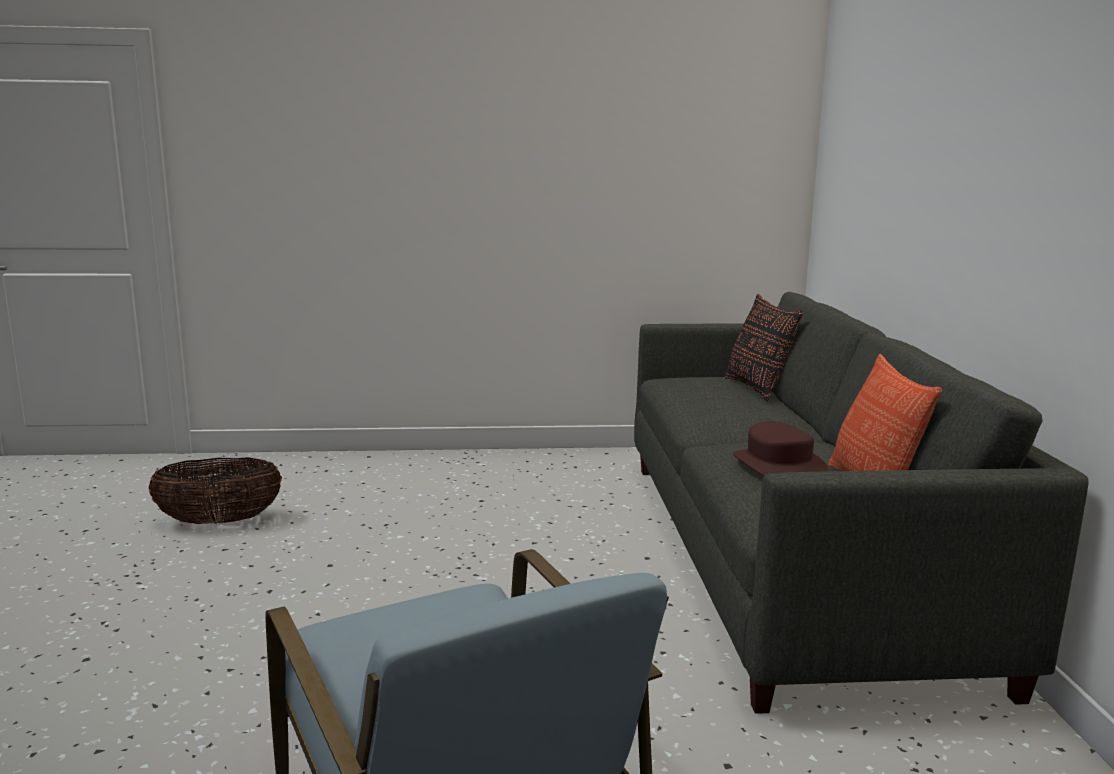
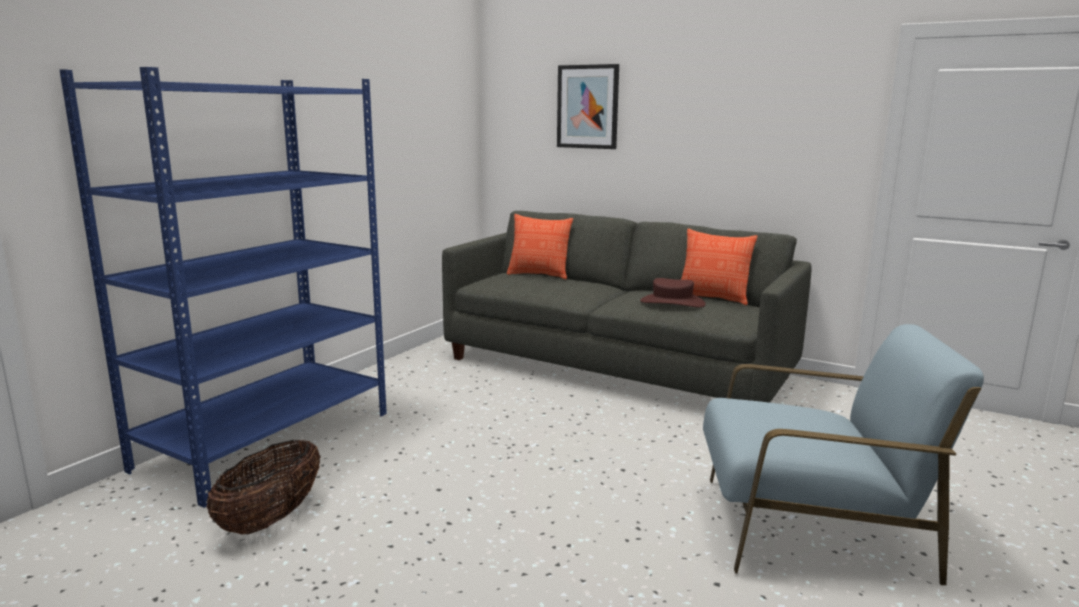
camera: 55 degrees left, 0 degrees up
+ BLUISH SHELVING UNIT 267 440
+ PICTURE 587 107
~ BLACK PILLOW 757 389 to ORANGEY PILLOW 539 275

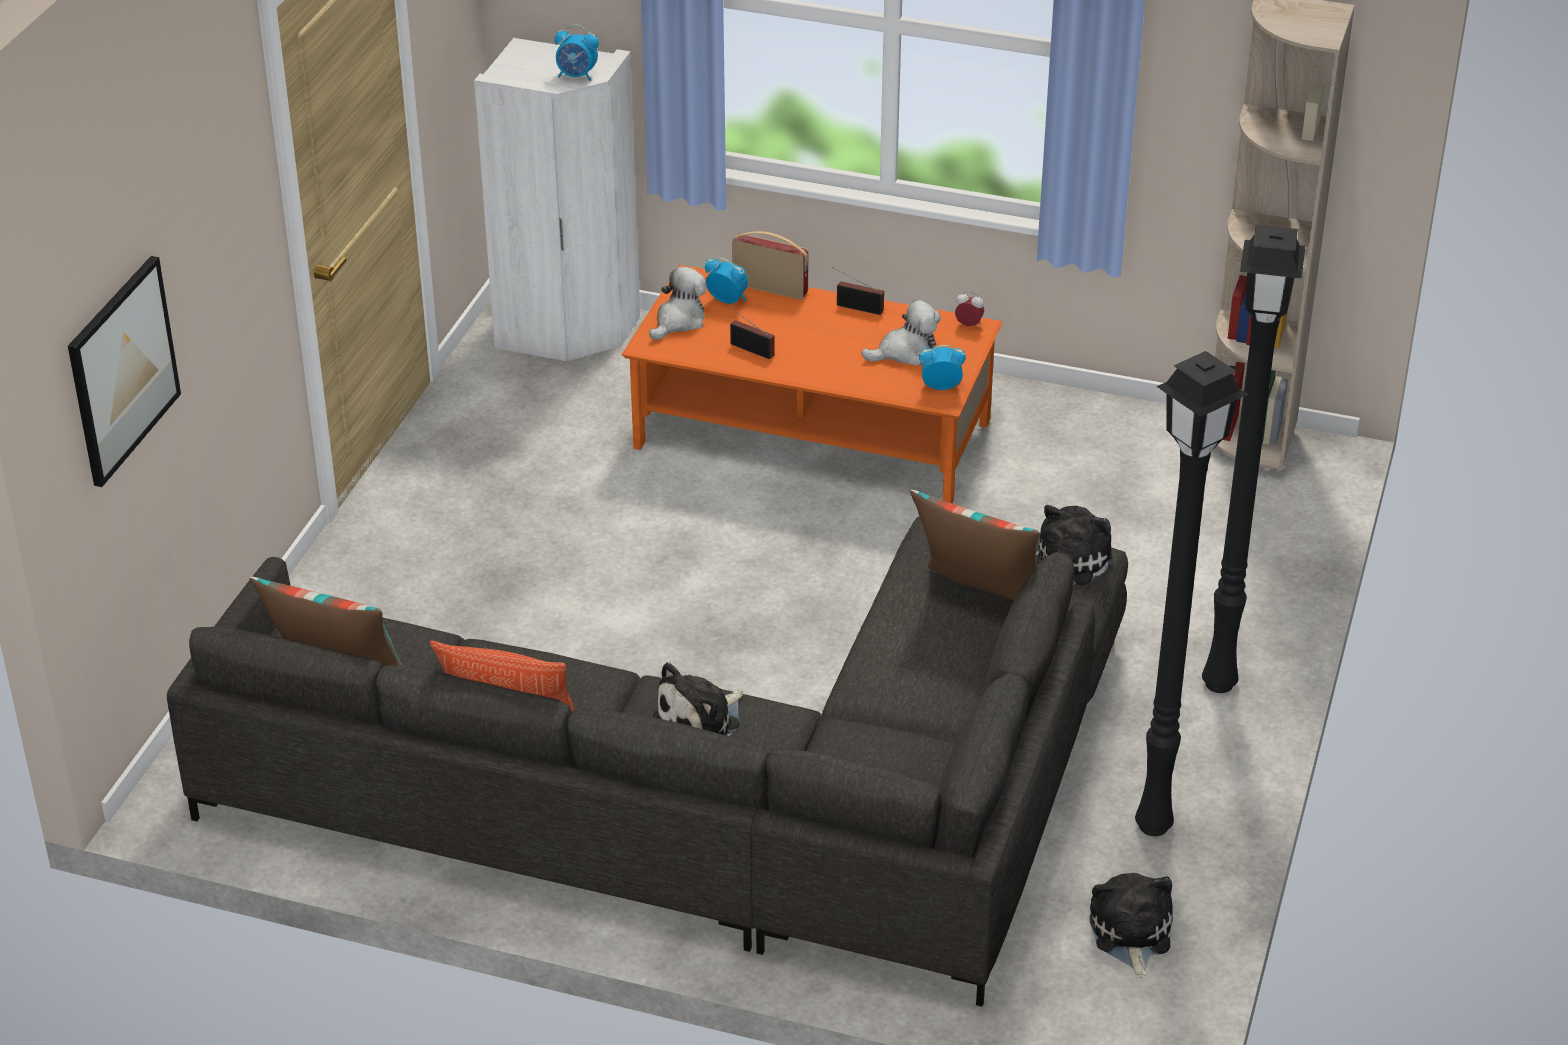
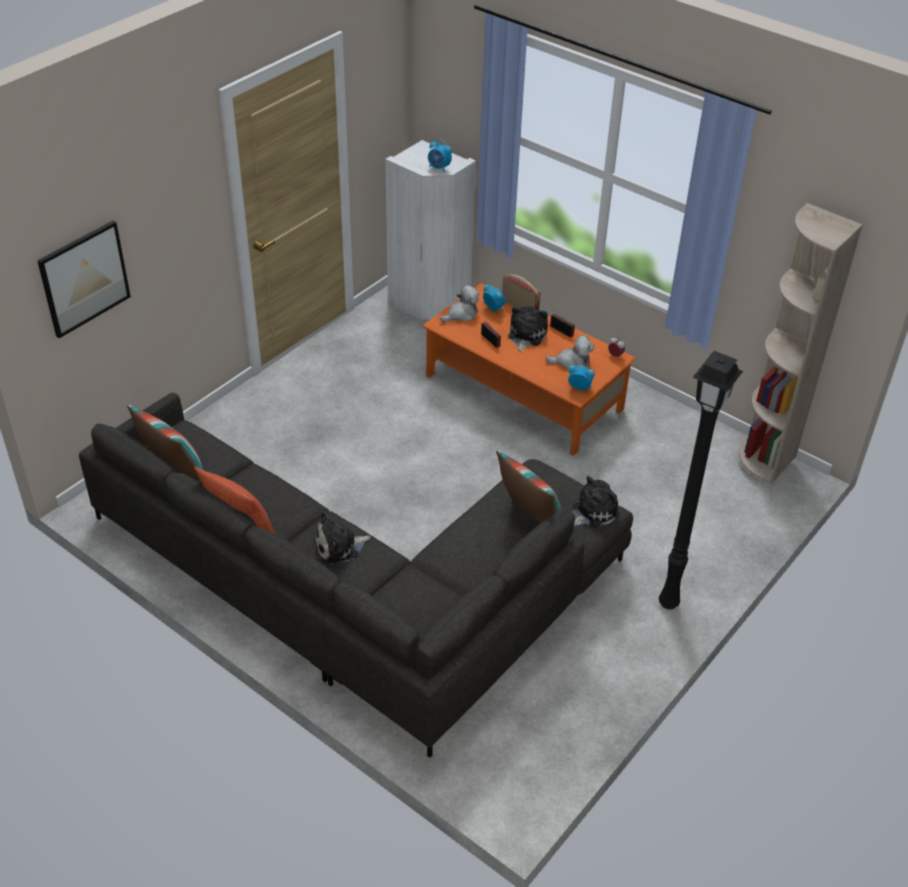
camera: 20 degrees right, 5 degrees up
- BLACK STANDARD LAMP 1153 823
~ CUDDLY TOY 1130 934 to 526 335

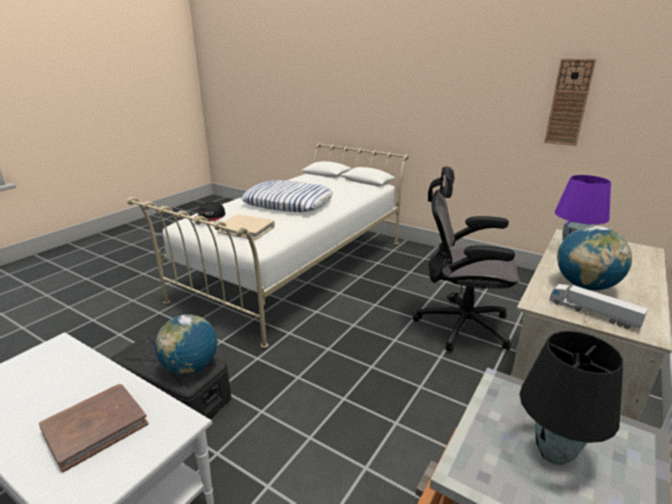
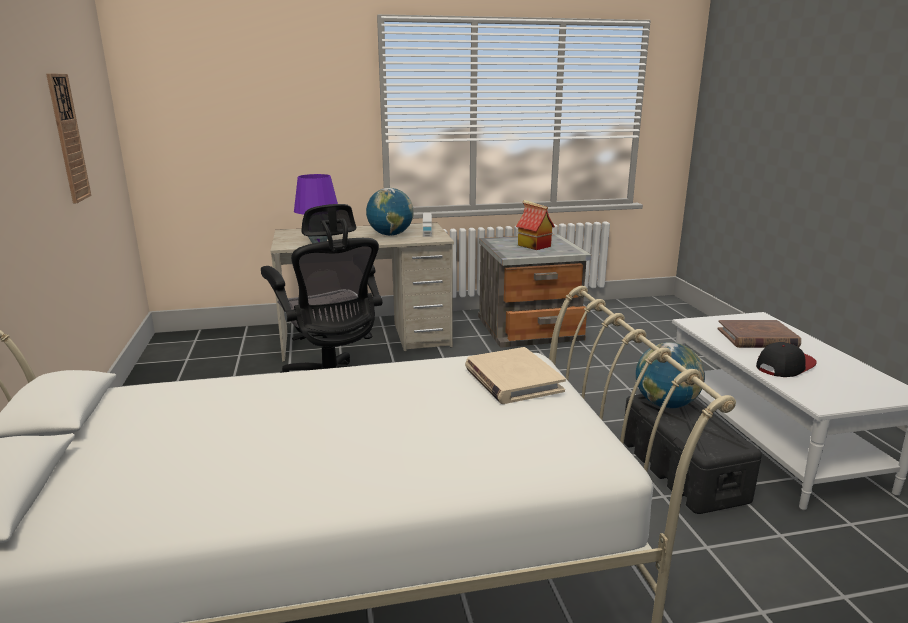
camera: 135 degrees left, 5 degrees down
- PILLOW 288 203
~ CAP 209 218 to 784 366
~ BLACK LAMP FOR A TABLE 552 452 to MODEL HOUSE 533 246

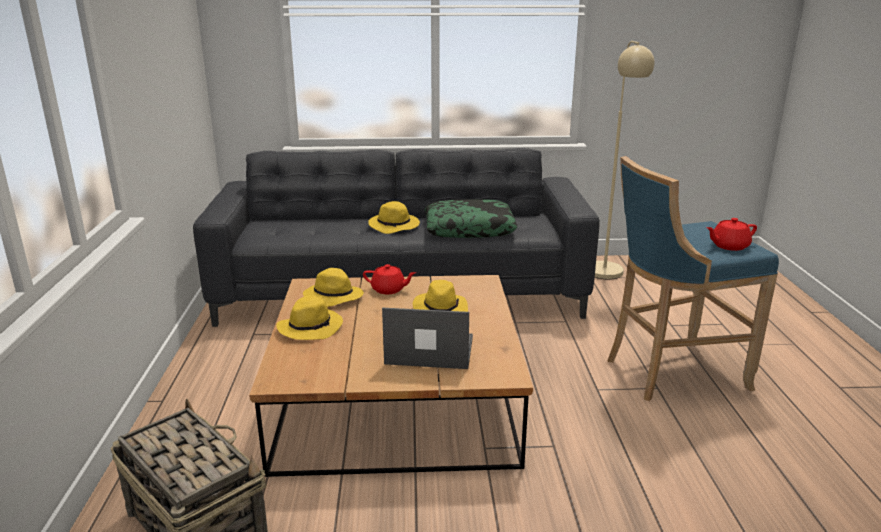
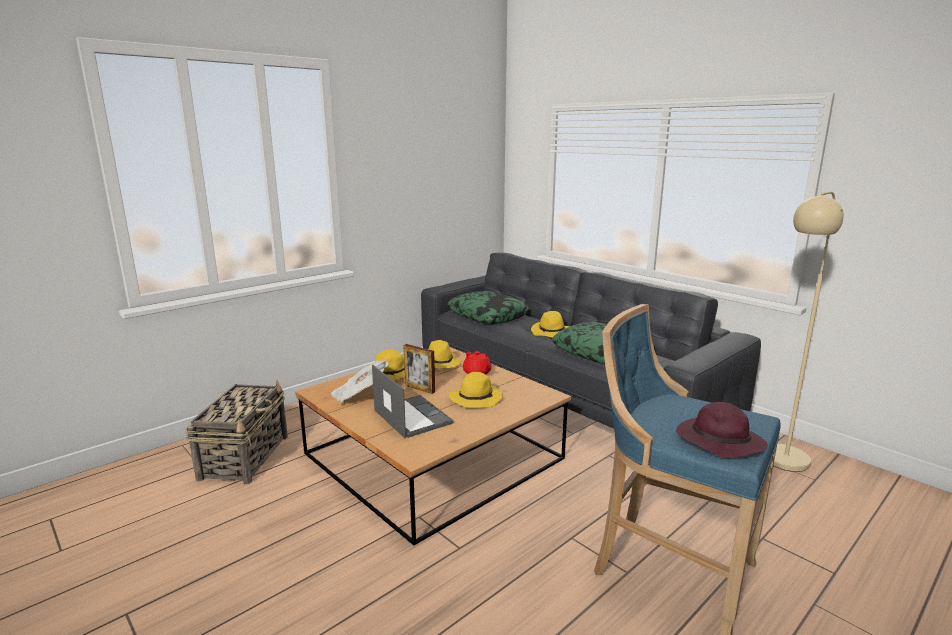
camera: 50 degrees right, 5 degrees down
+ NEWSPAPER 359 395
+ PHOTO FRAME 420 389
+ PILLOW 487 315
~ RED TEAPOT 728 246 to PURPLE-COLOURED WEARABLE HAT 717 442

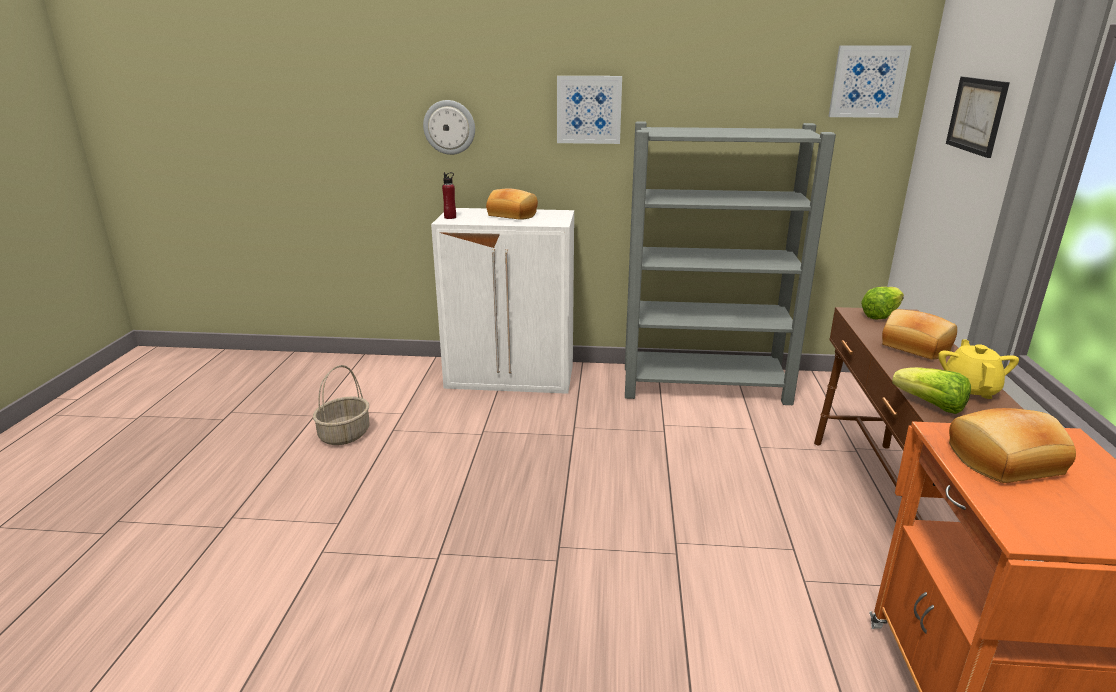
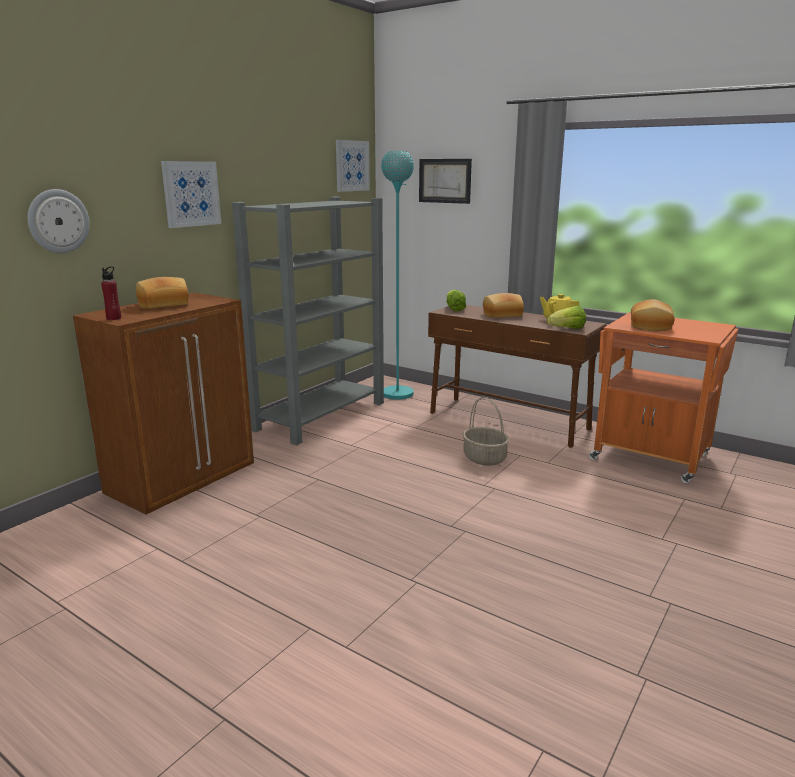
camera: 60 degrees left, 5 degrees down
+ TURQUOISE STANDARD LAMP 397 394
~ HOUSEHOLD BASKET 344 435 to 485 458
~ WHITISH CUPBOARD 511 376 to BROWN CUPBOARD 182 477

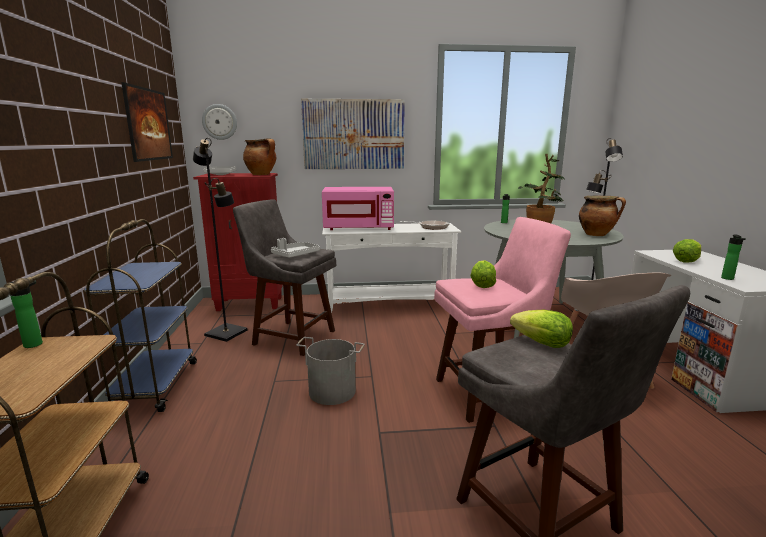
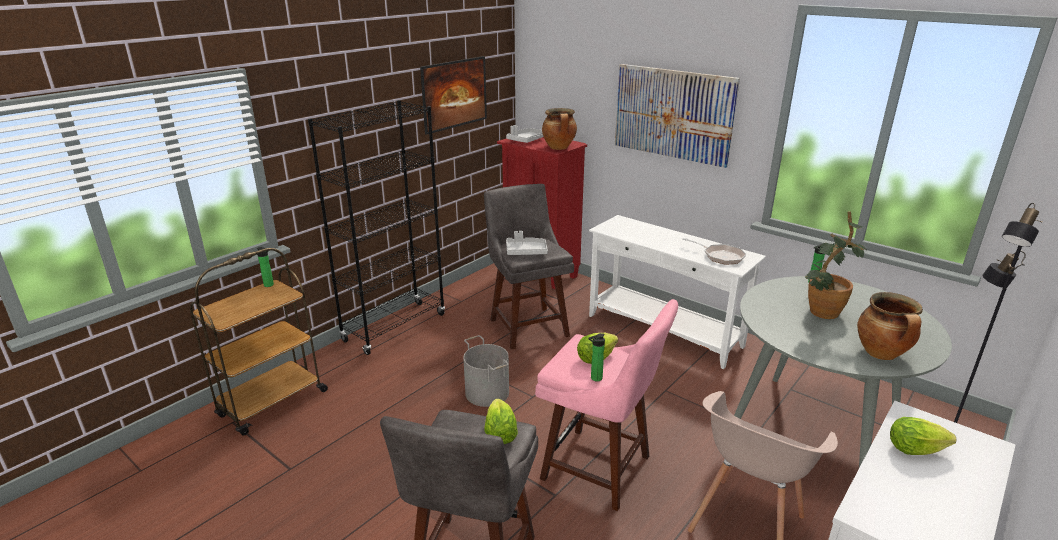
camera: 45 degrees right, 10 degrees up
- BLACK STANDARD LAMP 226 333
- HANGING CLOCK 219 122
- PINKISH MICROWAVE OVEN 359 228
~ BEVERAGE BOTTLE 728 279 to 595 378
~ BLUISH CART 155 388 to BLACK SHELVING UNIT 394 327

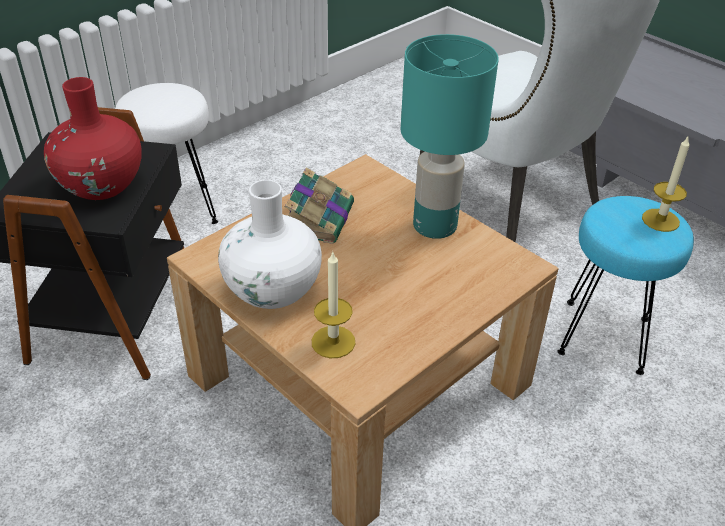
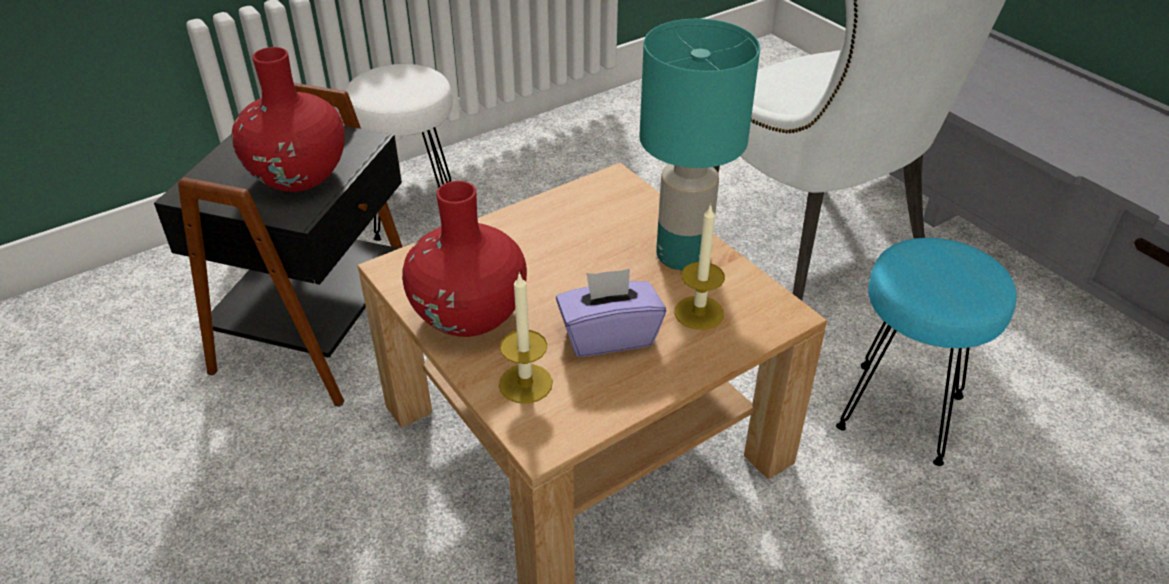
camera: 10 degrees right, 0 degrees up
- BOOK 319 218
+ PURPLE-COLOURED TISSUE HOLDER 608 335
~ CANDLE 660 220 to 699 312
~ WHITISH DECORATIVE VASE 272 290 to RED DECORATIVE VASE 469 315

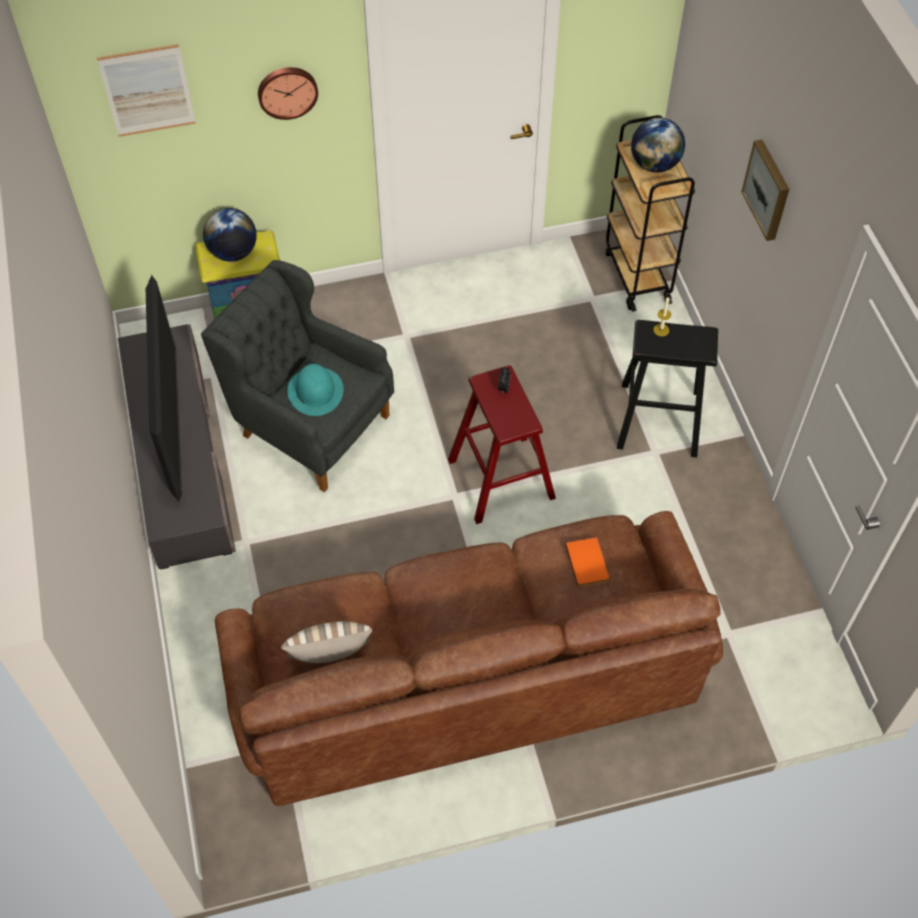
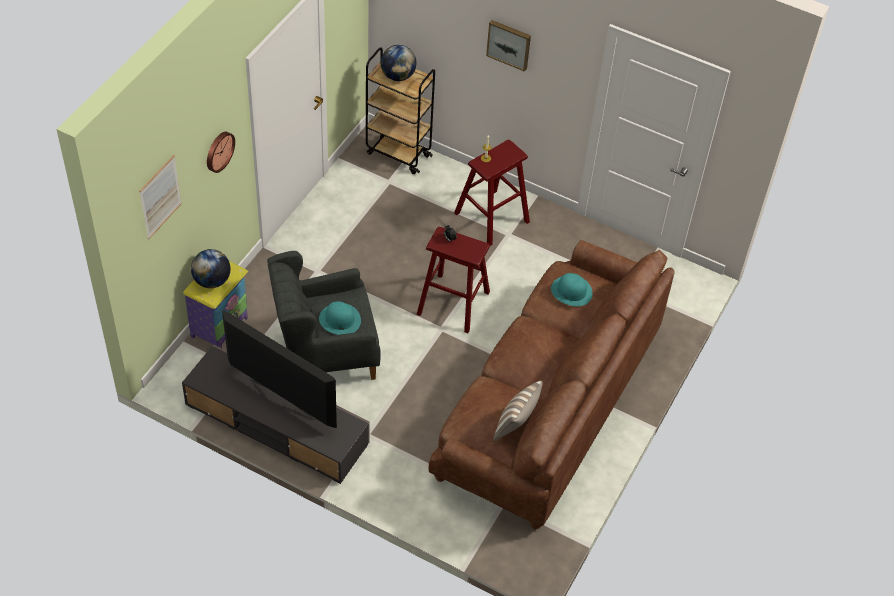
camera: 50 degrees left, 5 degrees down
~ ORANGEY BOOK 588 563 to TURQUOISE WEARABLE HAT 571 291
~ BLACK STOOL SEAT 658 419 to RED STOOL SEAT 491 217

